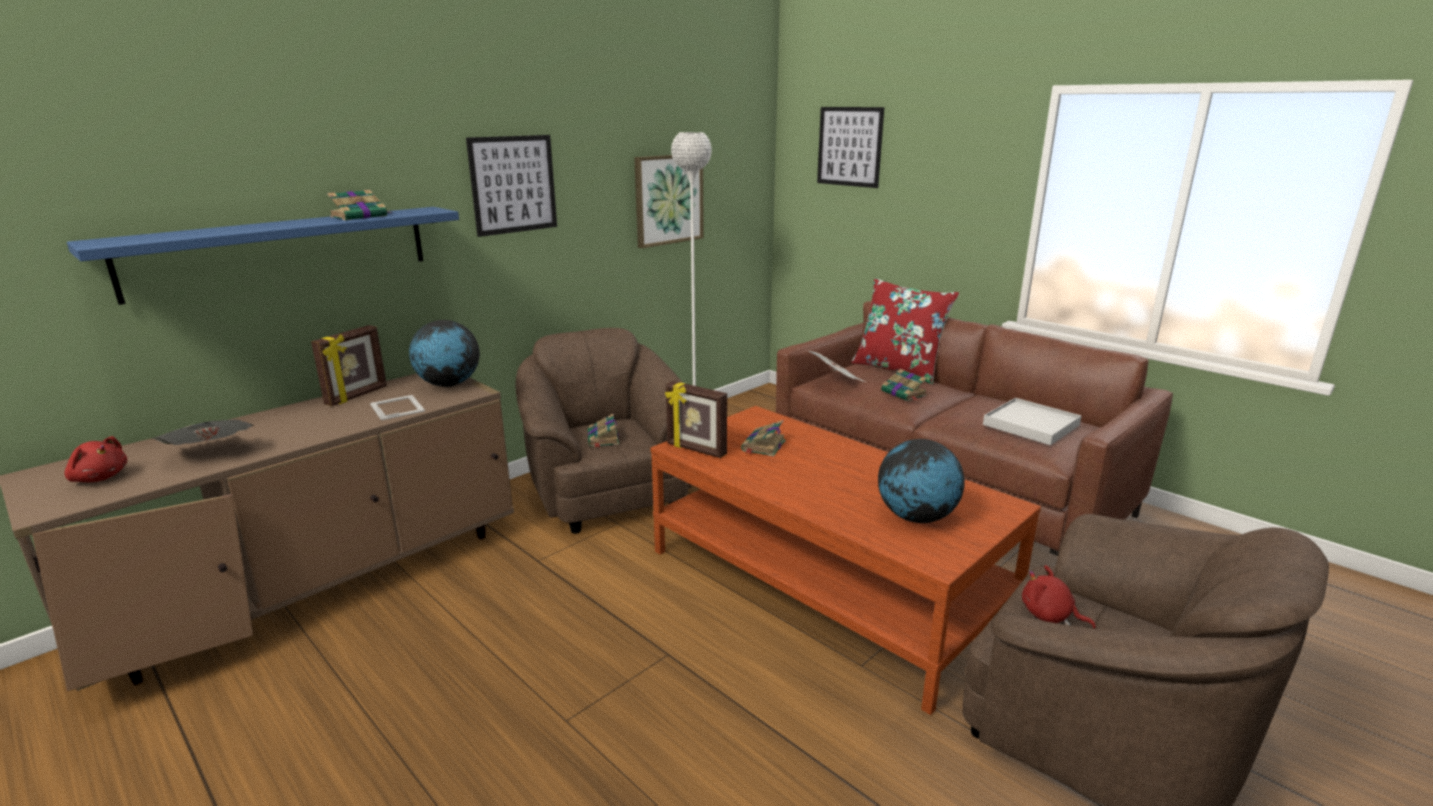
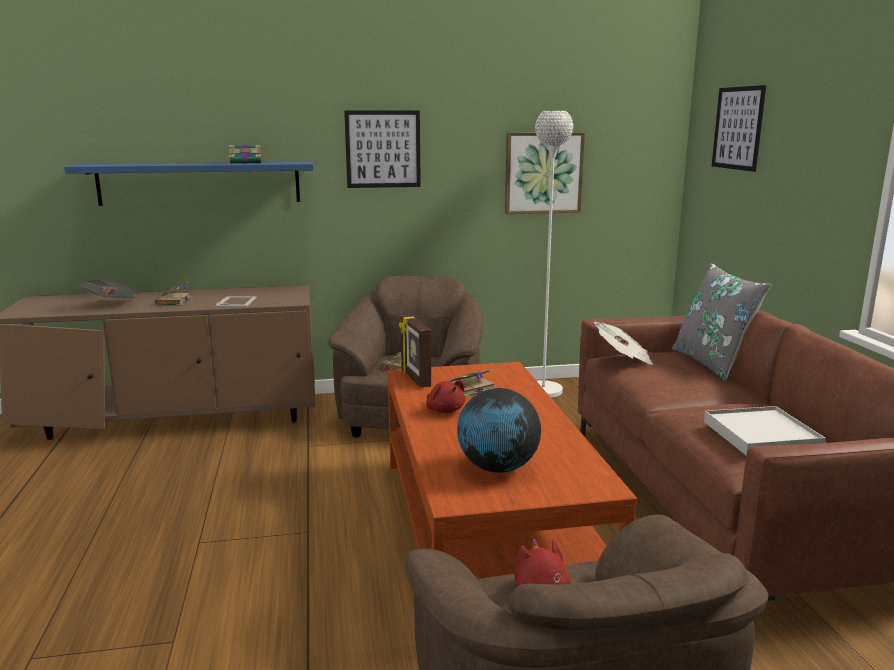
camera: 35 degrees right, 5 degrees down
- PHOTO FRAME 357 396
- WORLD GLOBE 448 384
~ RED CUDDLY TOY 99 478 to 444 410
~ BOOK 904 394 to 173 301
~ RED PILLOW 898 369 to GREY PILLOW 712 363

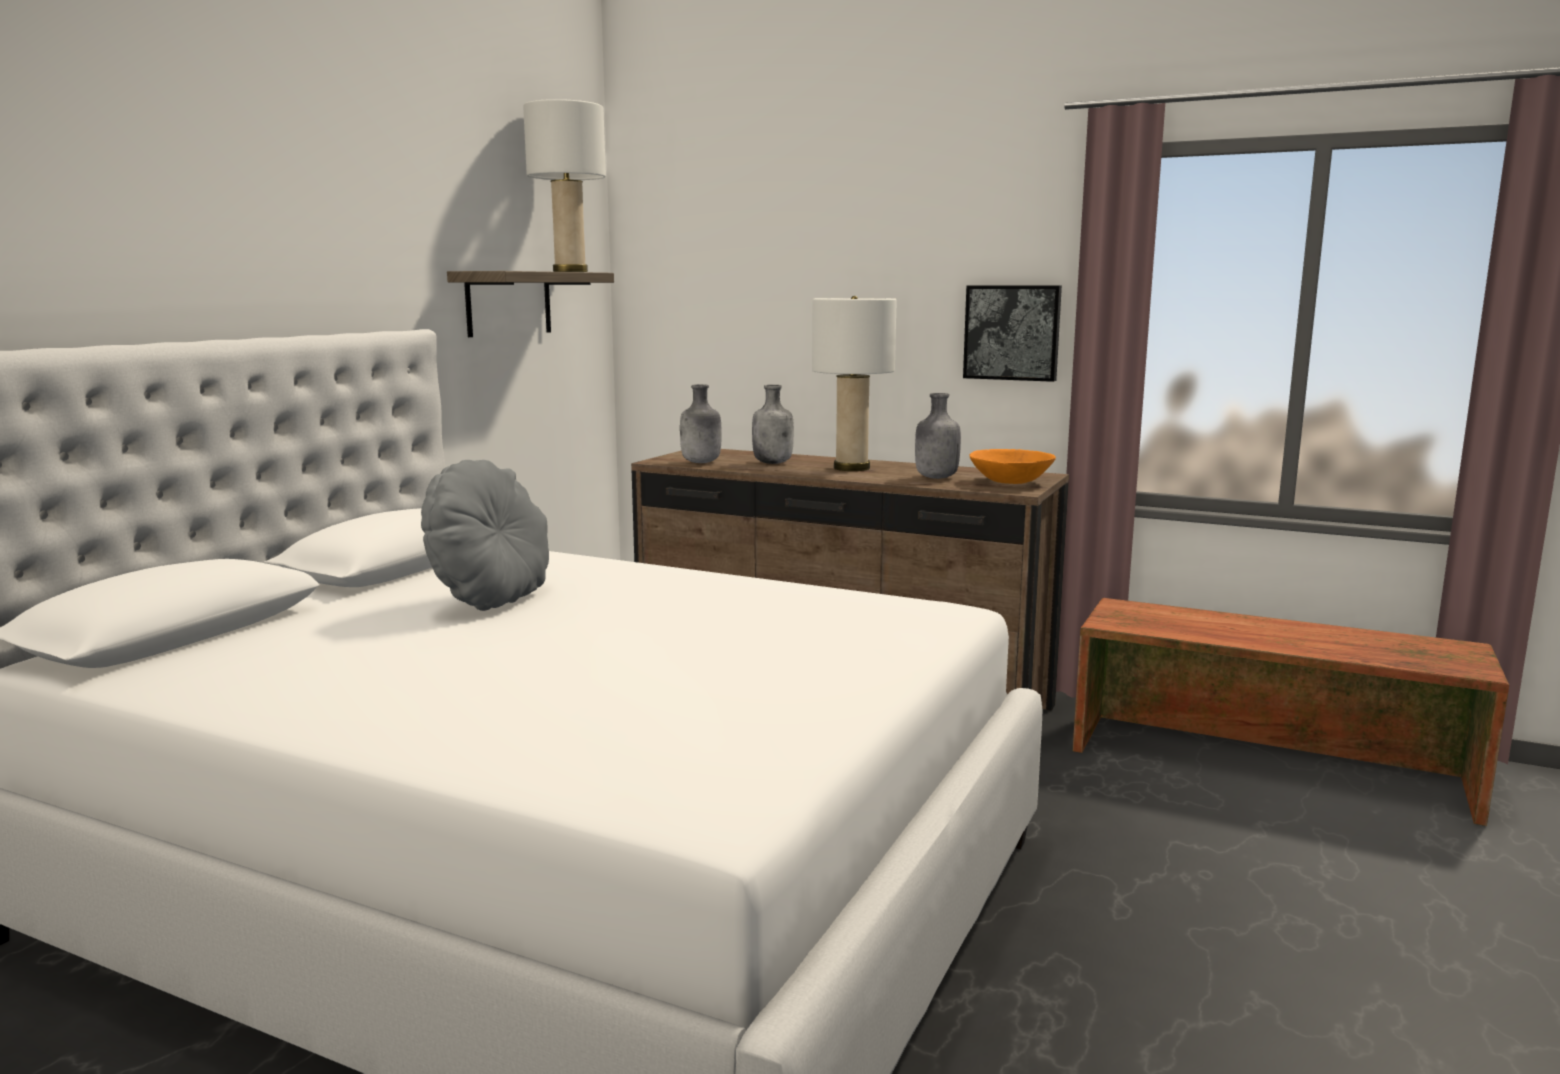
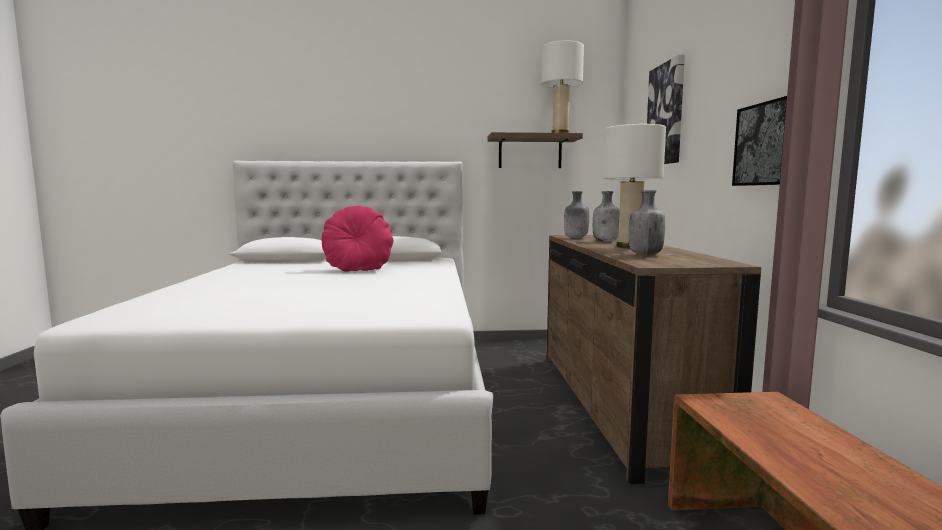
camera: 60 degrees right, 5 degrees down
- ORANGEY DEEP DISH 1011 482
+ PICTURE 666 114
~ GREY PILLOW 491 601 to PINKISH PILLOW 358 270

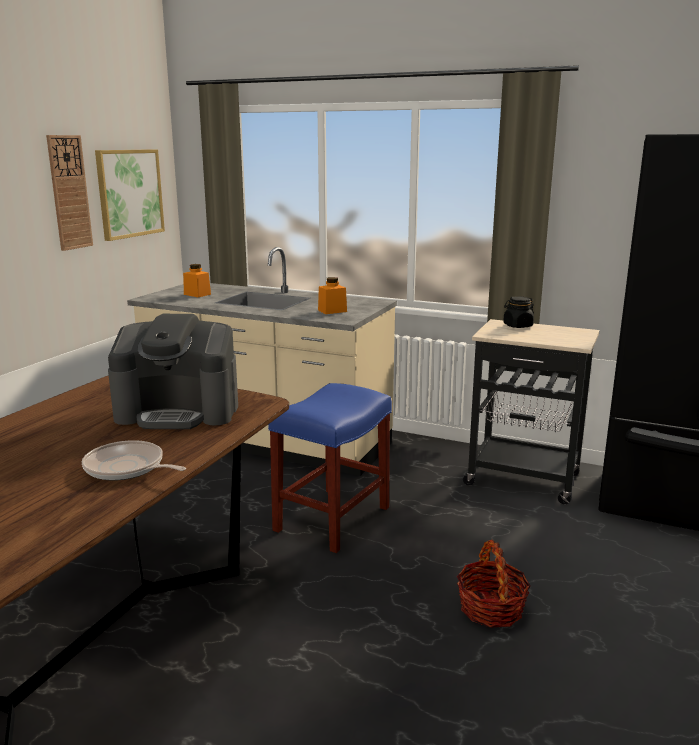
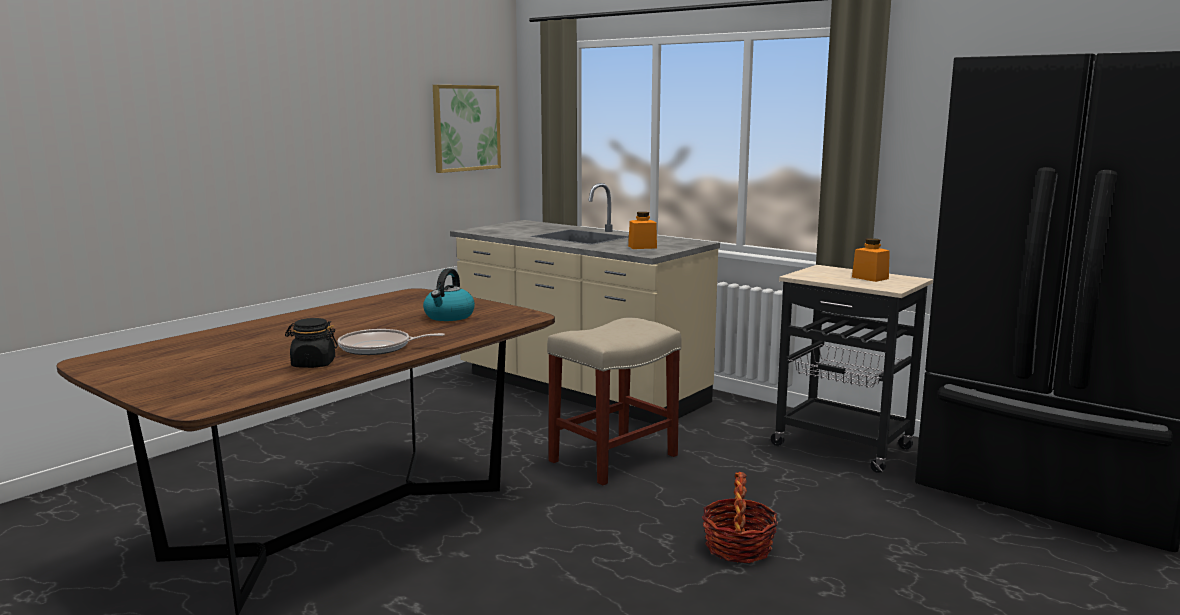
camera: 15 degrees right, 5 degrees down
- HANGING CLOCK 69 192
~ ORANGEY JAR 197 294 to 870 278
~ BLACK JAR 517 326 to 313 364
~ COFFEE BREWER 179 411 to TEA KETTLE 449 316
~ BLUISH STOOL SEAT 333 518 to BEIGE-COLOURED STOOL SEAT 614 457
~ PAN 127 468 = 379 348 45 degrees counterclockwise

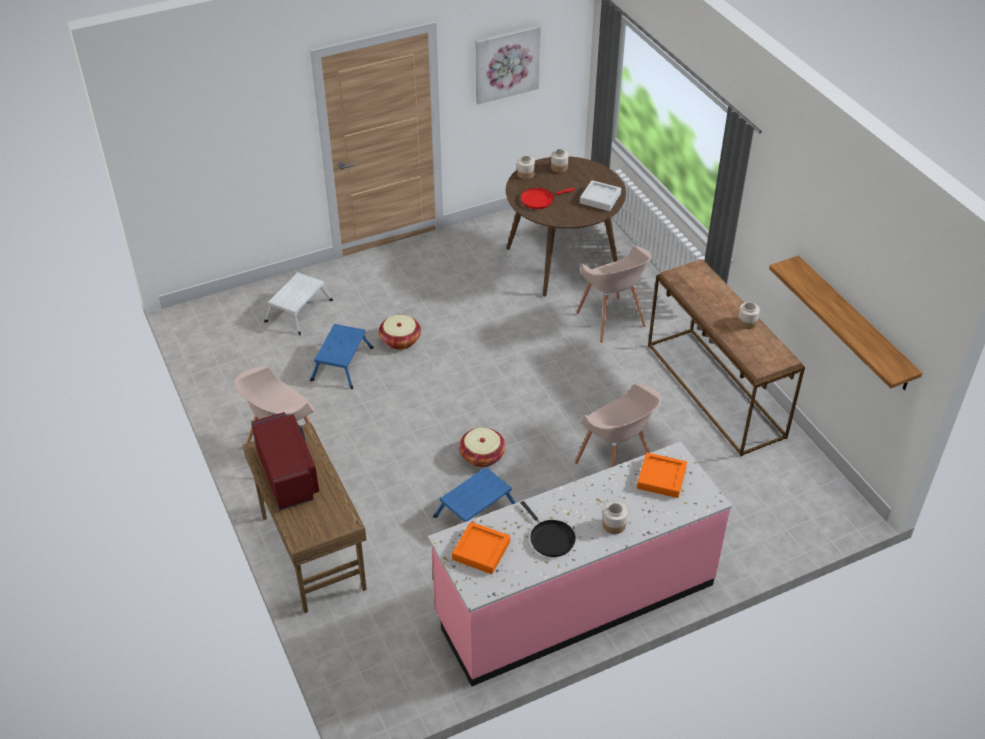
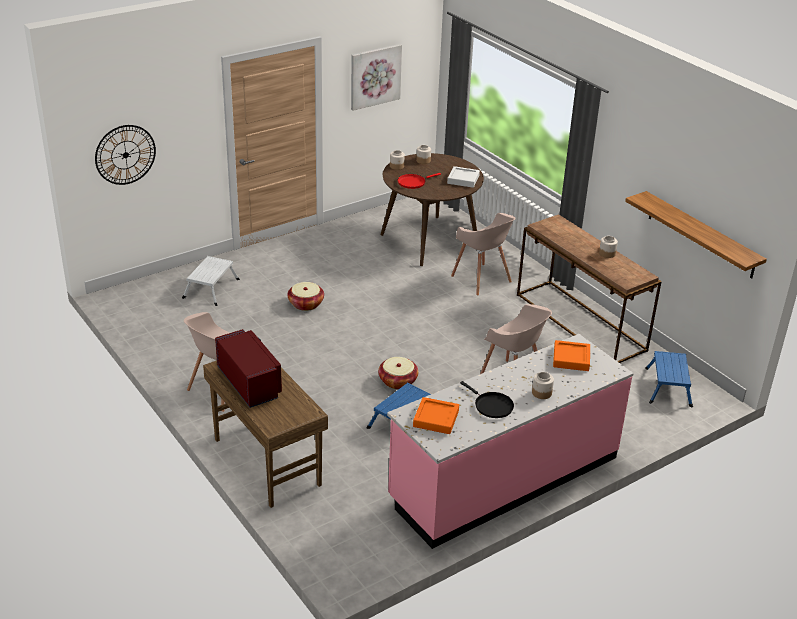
camera: 10 degrees left, 10 degrees down
+ HANGING CLOCK 125 155
~ BLUISH STEP LADDER 342 363 to 668 386

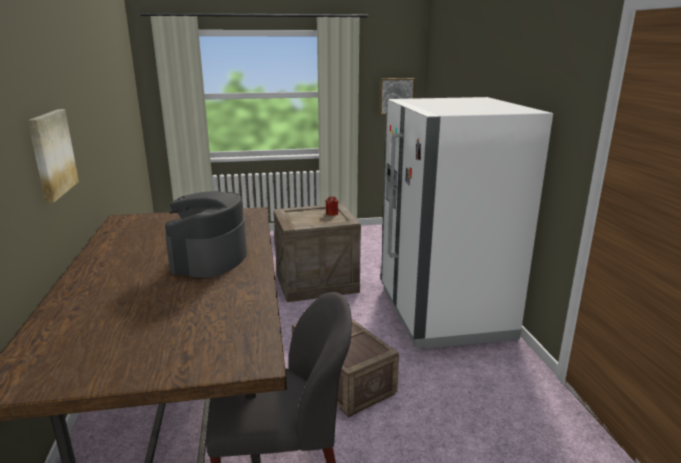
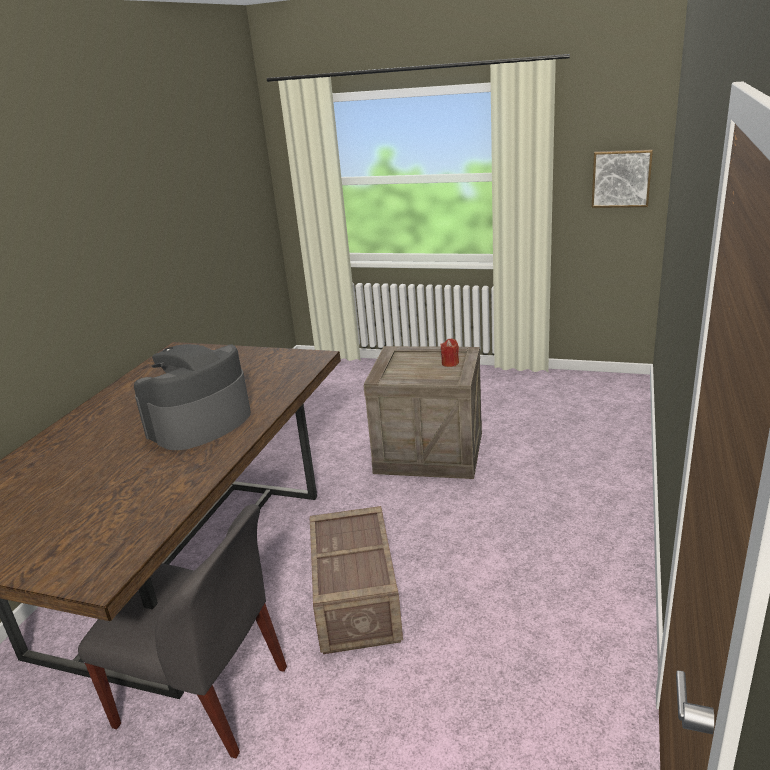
camera: 30 degrees right, 5 degrees up
- PICTURE 51 154
- WHITISH FRIDGE 443 312

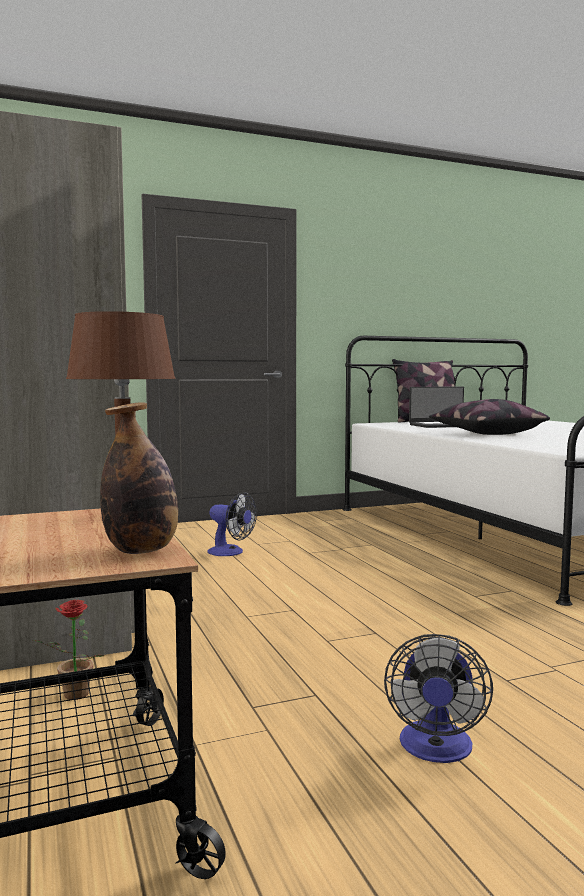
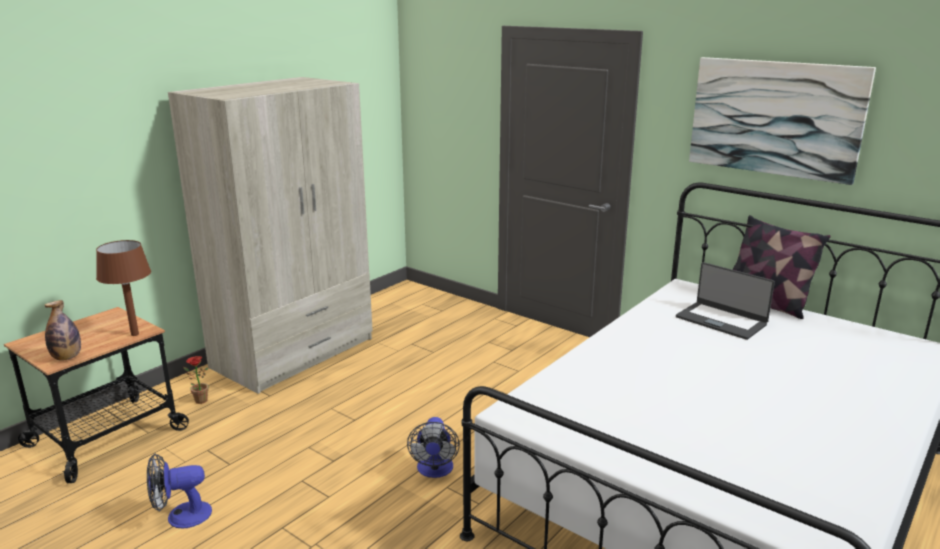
camera: 60 degrees right, 15 degrees up
- PILLOW 486 433
+ PICTURE 775 118
~ COOLING FAN 231 552 to 435 470

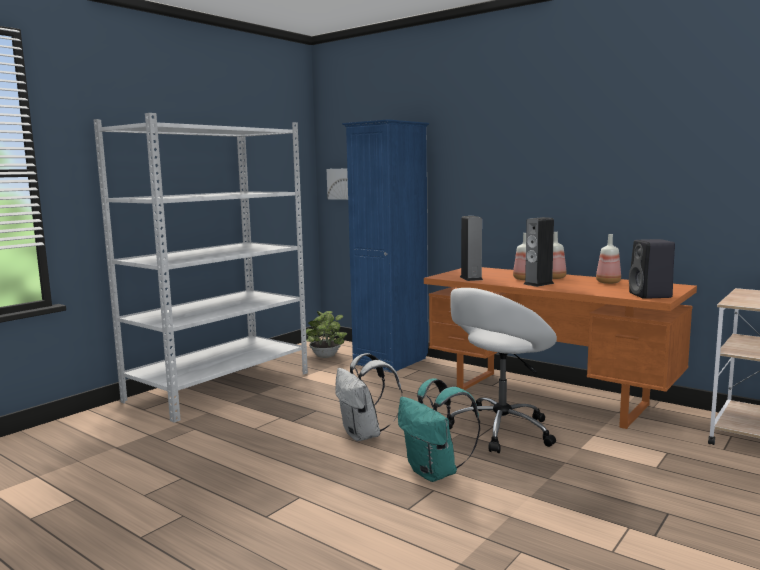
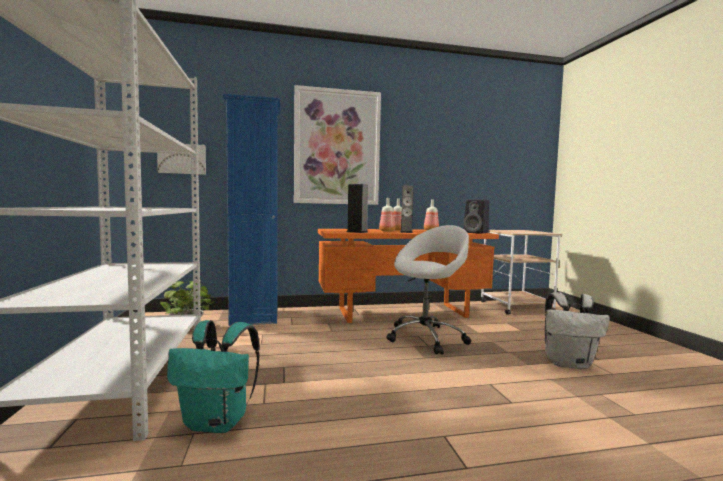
camera: 50 degrees left, 5 degrees down
+ PICTURE 337 147
~ WHITISH KNAPSACK 364 435 to 569 363
~ TURQUOISE KNAPSACK 435 473 to 218 422
~ WHITISH COMPUTER CHAIR 498 431 = 427 337 120 degrees counterclockwise

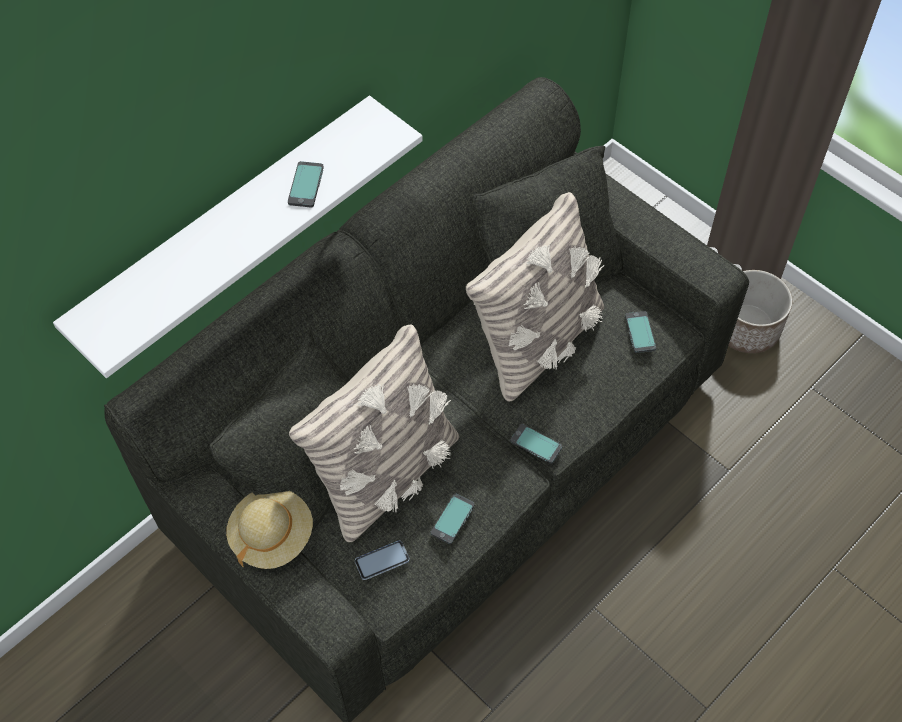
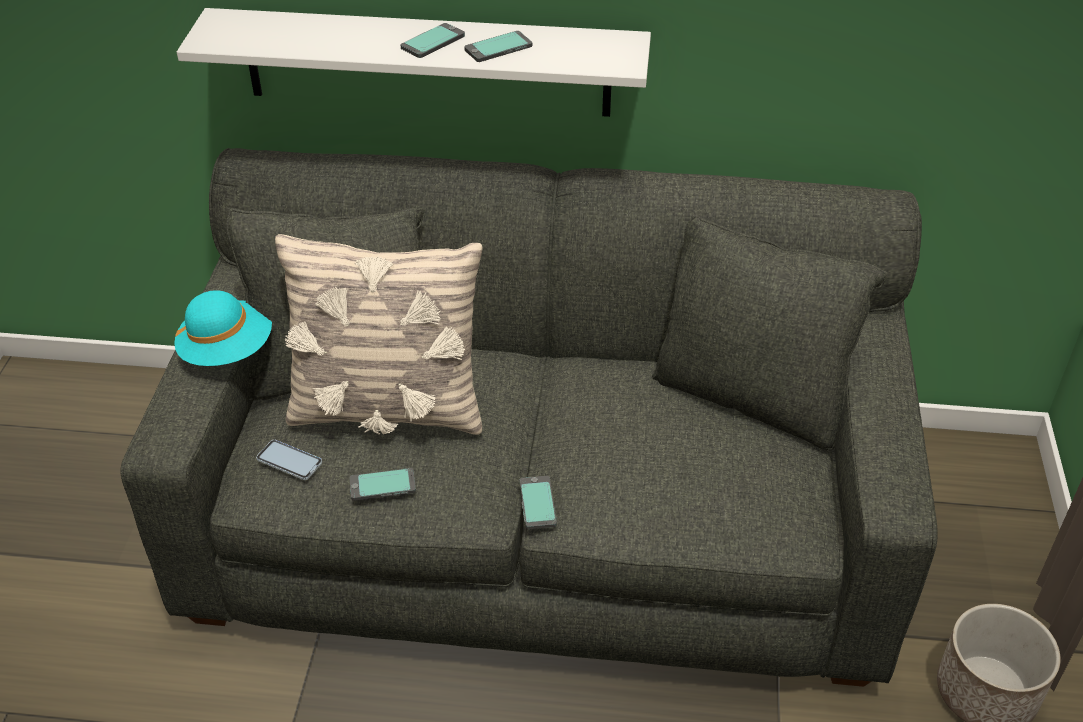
camera: 50 degrees right, 15 degrees down
- BEIGE-COLOURED PILLOW 539 342
~ HANDSET 640 332 to 432 42
~ BEIGE-COLOURED WEARABLE HAT 272 536 to TURQUOISE WEARABLE HAT 227 350

